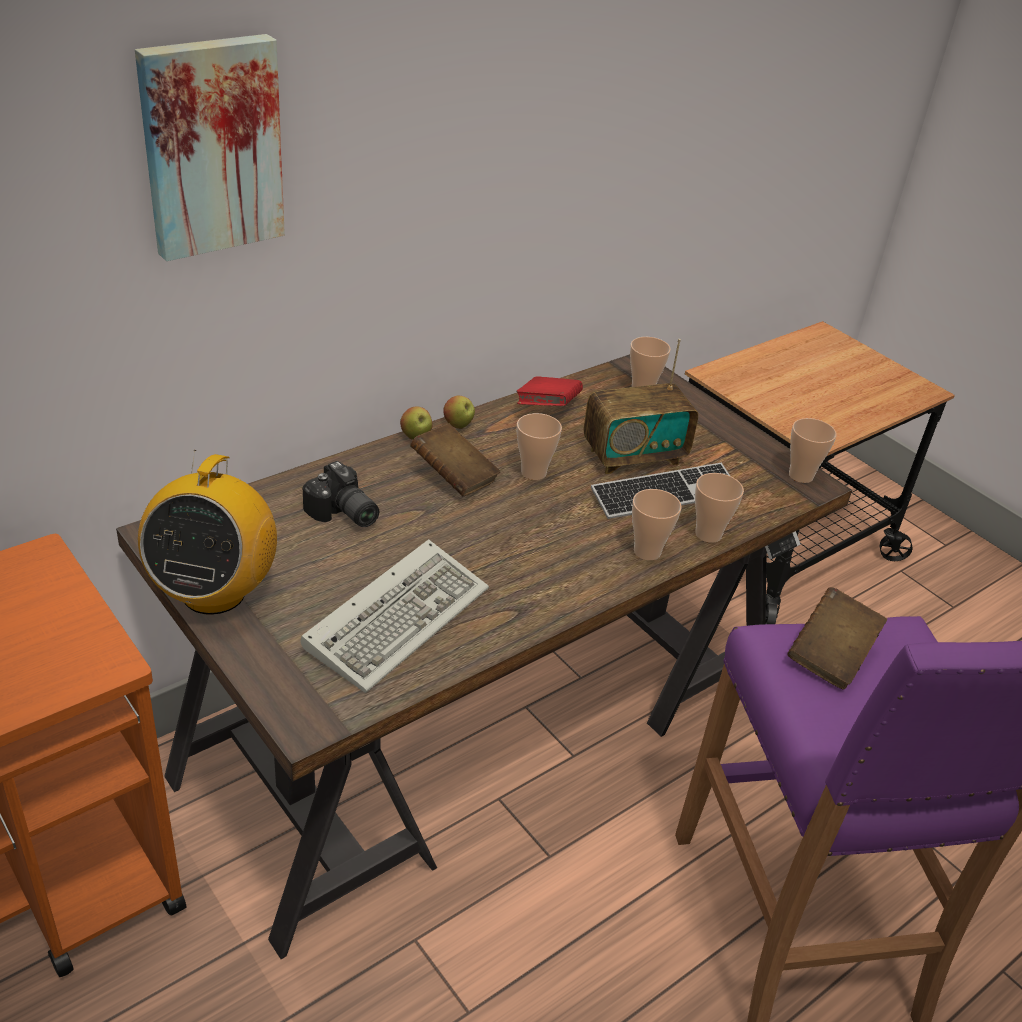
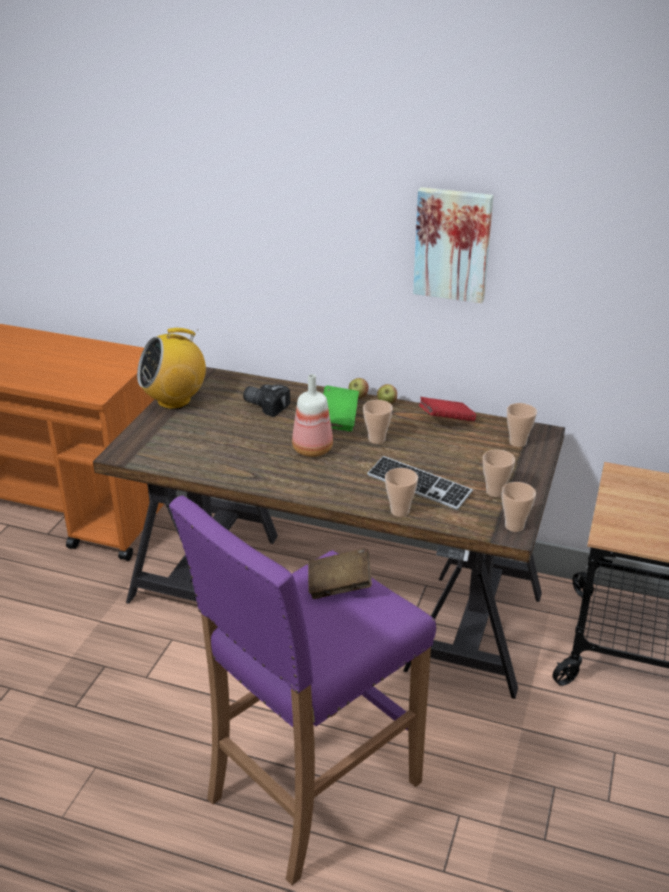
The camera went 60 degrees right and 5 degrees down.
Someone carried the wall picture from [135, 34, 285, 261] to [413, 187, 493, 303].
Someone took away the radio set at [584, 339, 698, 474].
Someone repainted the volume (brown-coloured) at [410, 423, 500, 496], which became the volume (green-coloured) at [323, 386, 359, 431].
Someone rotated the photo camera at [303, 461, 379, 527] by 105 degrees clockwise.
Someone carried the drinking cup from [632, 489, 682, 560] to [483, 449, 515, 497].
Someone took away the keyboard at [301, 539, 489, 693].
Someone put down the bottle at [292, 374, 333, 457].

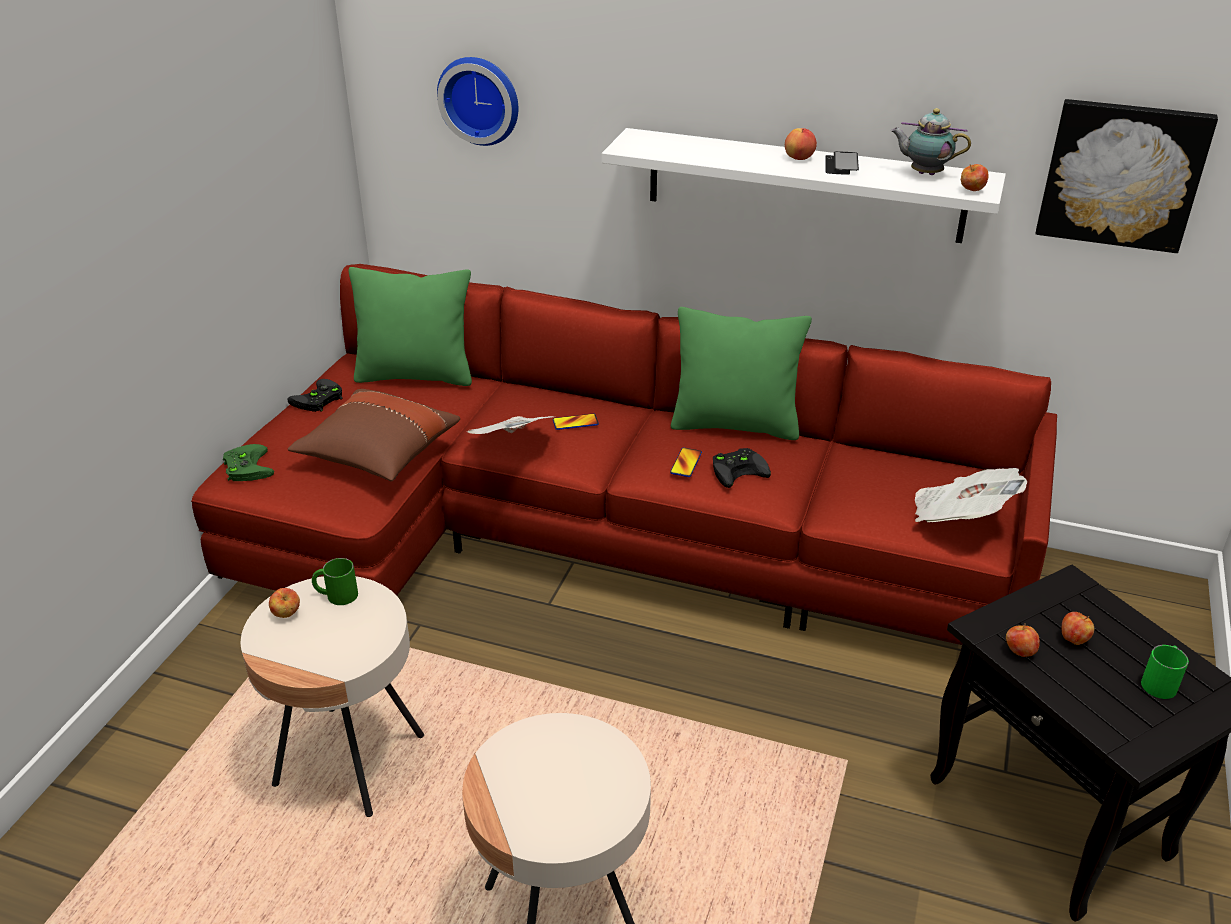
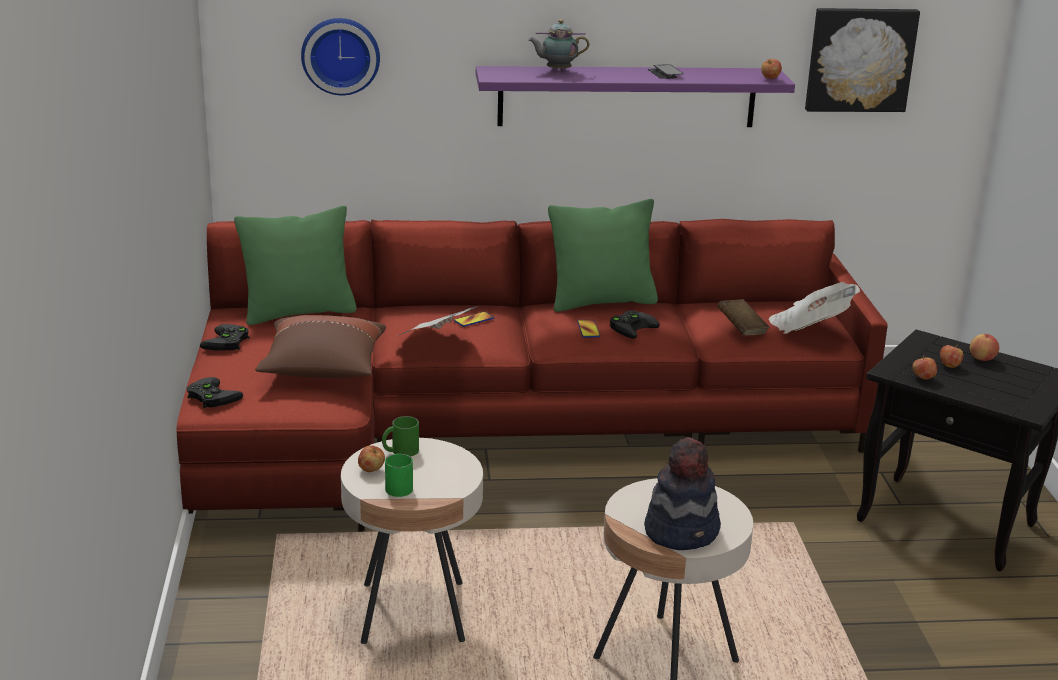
The camera went 25 degrees left and 10 degrees down.
Someone carried the teapot from [891, 108, 971, 175] to [528, 19, 589, 71].
Someone repainted the wall shelf (white) at [602, 128, 1006, 243], which became the wall shelf (purple) at [476, 66, 795, 127].
Someone carried the apple from [785, 128, 817, 160] to [970, 334, 999, 361].
Someone repainted the joypad (green-coloured) at [223, 444, 274, 481], which became the joypad (blackish) at [186, 377, 243, 408].
Someone carried the mug (green-coloured) from [1141, 645, 1189, 699] to [385, 454, 413, 497].
Someone put down the volume (brown-coloured) at [717, 299, 770, 336].
Someone put down the hat at [644, 437, 721, 550].

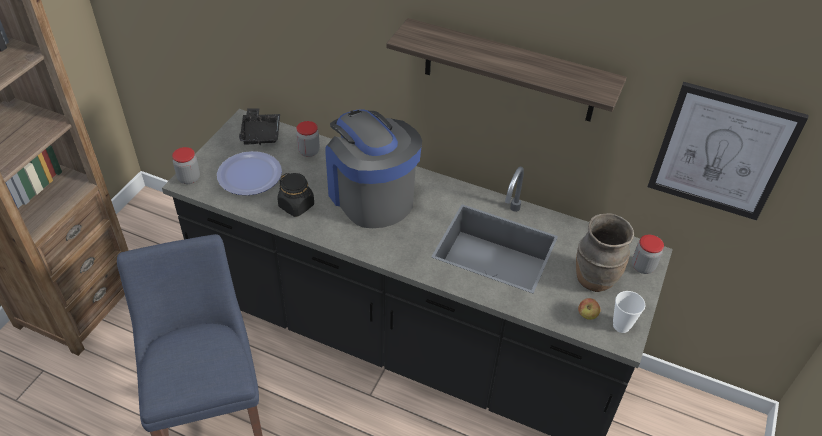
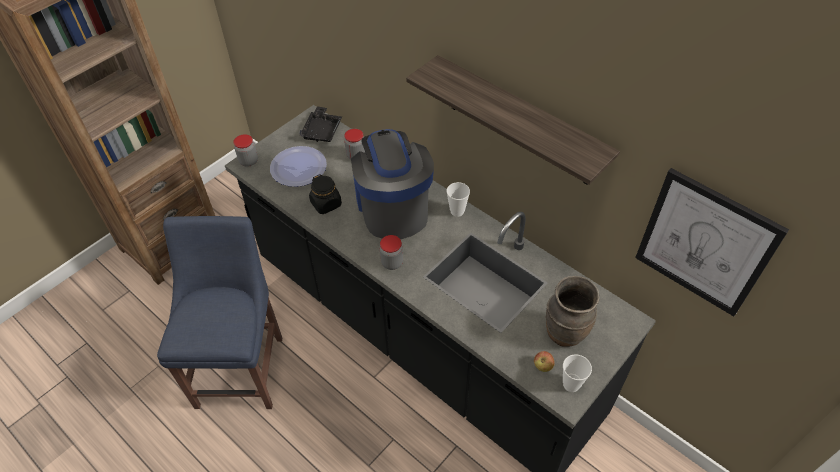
The camera went 20 degrees right and 5 degrees up.
Someone carried the preserve jar from [632, 235, 664, 274] to [380, 235, 403, 270].
Someone put down the drinking cup at [447, 182, 470, 217].

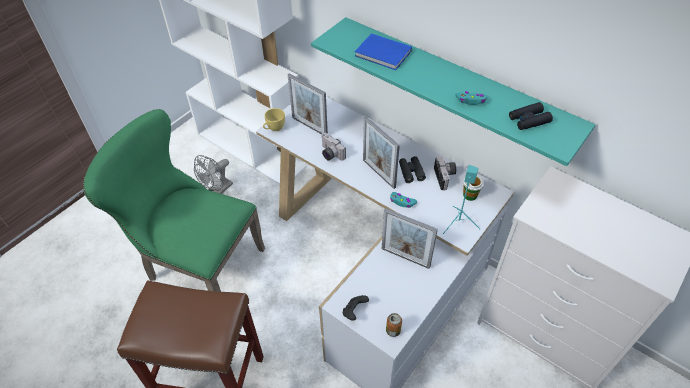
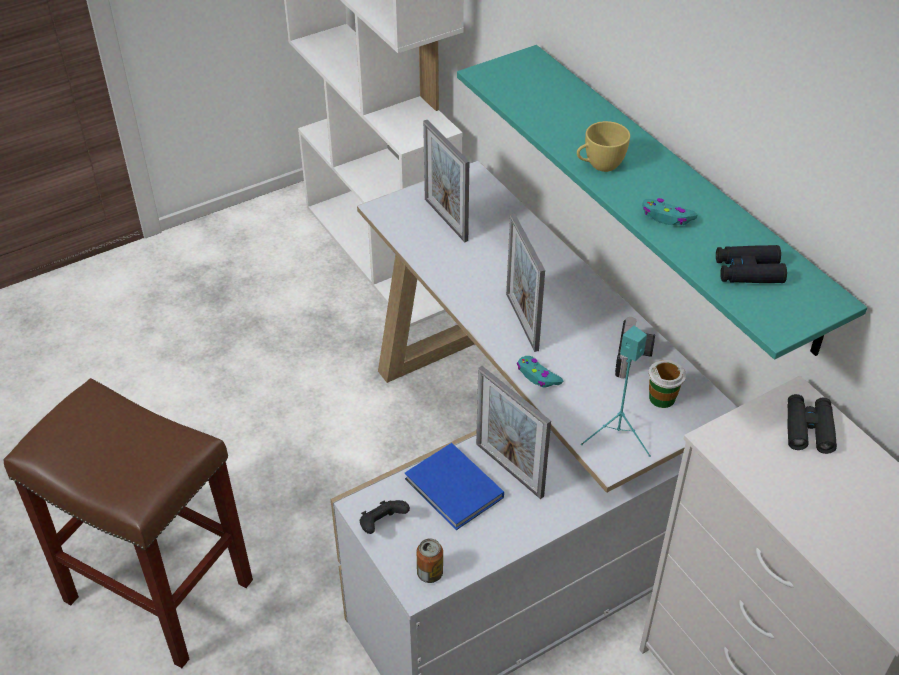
The camera went 20 degrees right and 5 degrees down.
Someone carried the volume (blue) from [355, 34, 412, 70] to [405, 443, 504, 530].
Someone carried the drinking cup (yellowish) from [263, 108, 285, 131] to [577, 121, 630, 172].
Someone took away the plain chair (green-coloured) at [83, 109, 265, 292].
Someone took away the photo camera at [321, 133, 346, 161].
Someone took away the cooling fan (grey) at [194, 155, 233, 194].
Someone carried the pair of binoculars (blackish) from [399, 156, 426, 183] to [787, 394, 837, 454].

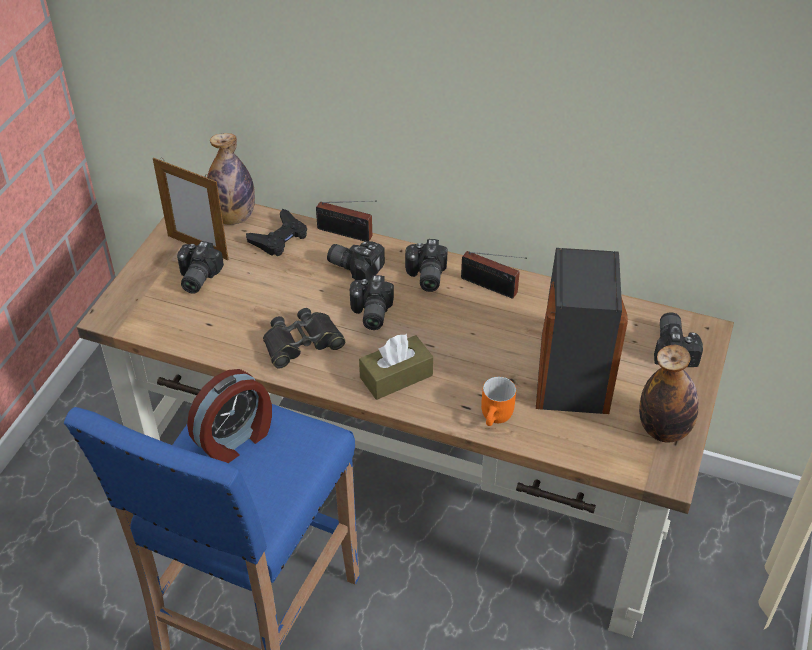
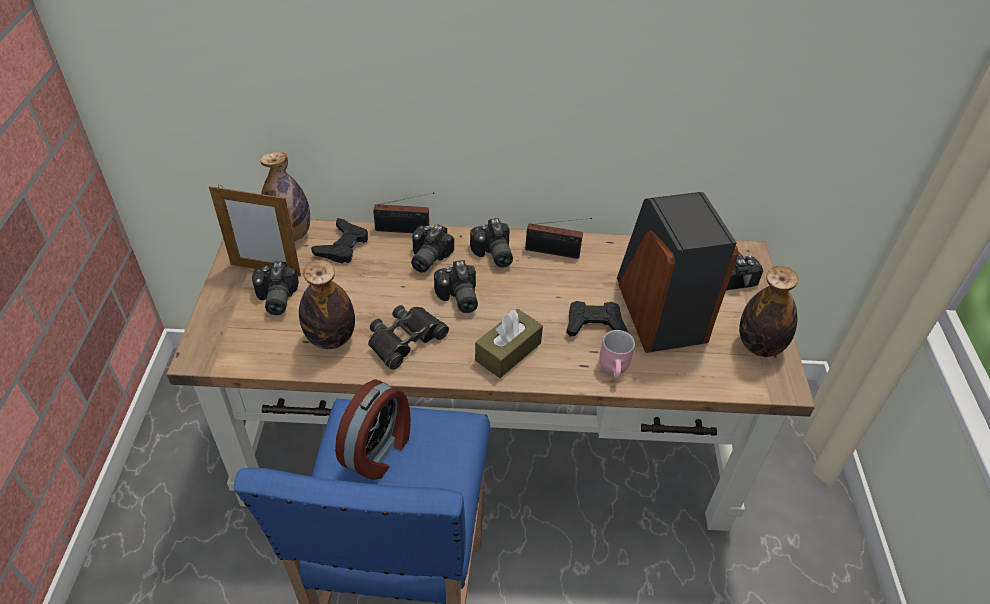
The camera went 20 degrees left and 0 degrees up.
Someone rotated the photo camera at [327, 241, 385, 280] by 75 degrees counterclockwise.
Someone repainted the mug (orange-coloured) at [481, 376, 516, 426], which became the mug (pinkish) at [599, 330, 635, 379].
Someone put down the bottle at [299, 260, 355, 349].
Someone put down the joypad (blackish) at [566, 301, 628, 337].

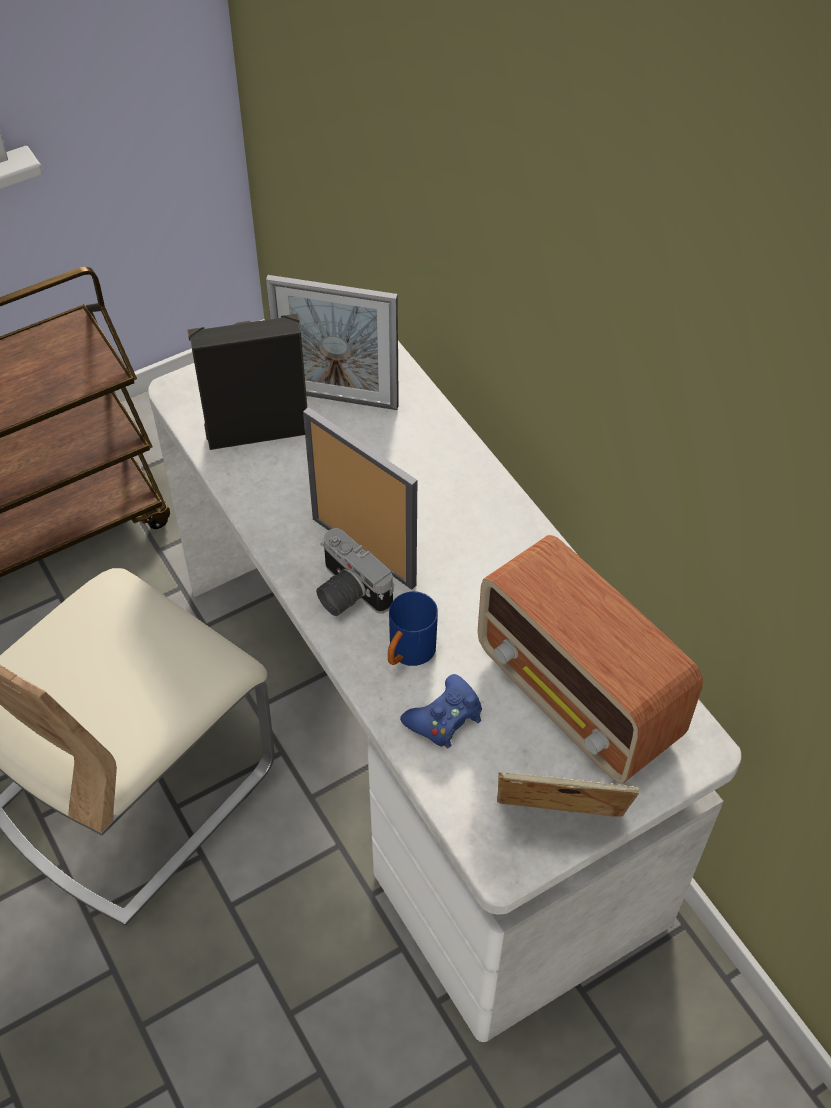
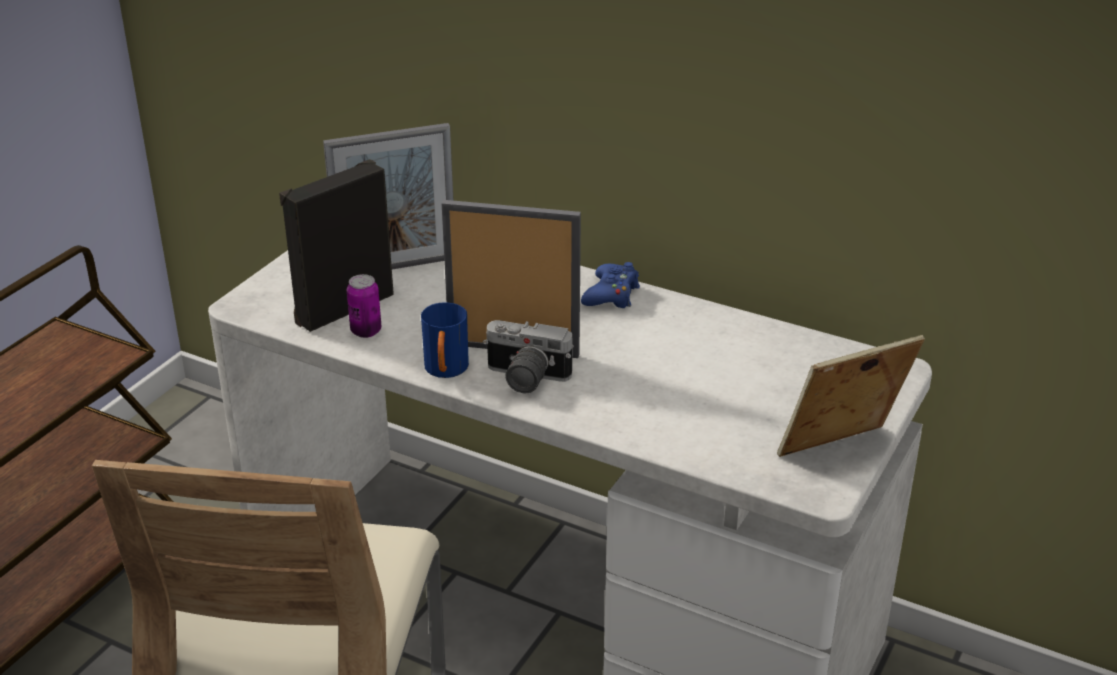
The camera went 30 degrees left and 20 degrees down.
Someone took away the radio set at [478, 535, 703, 784].
Someone carried the mug (blue) from [388, 591, 438, 666] to [421, 302, 469, 378].
Someone carried the joypad (blue) from [400, 674, 482, 748] to [581, 262, 640, 308].
Someone put down the sealed can at [347, 274, 381, 338].

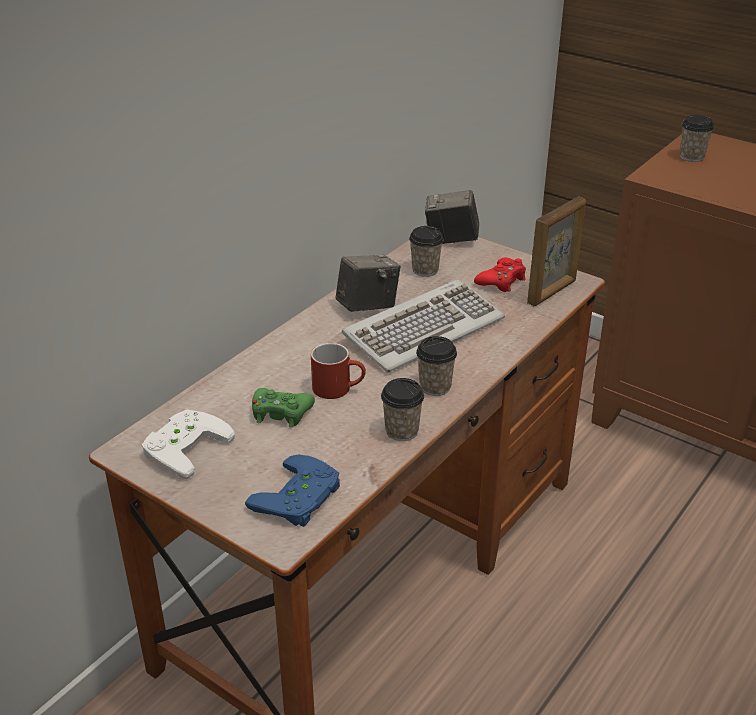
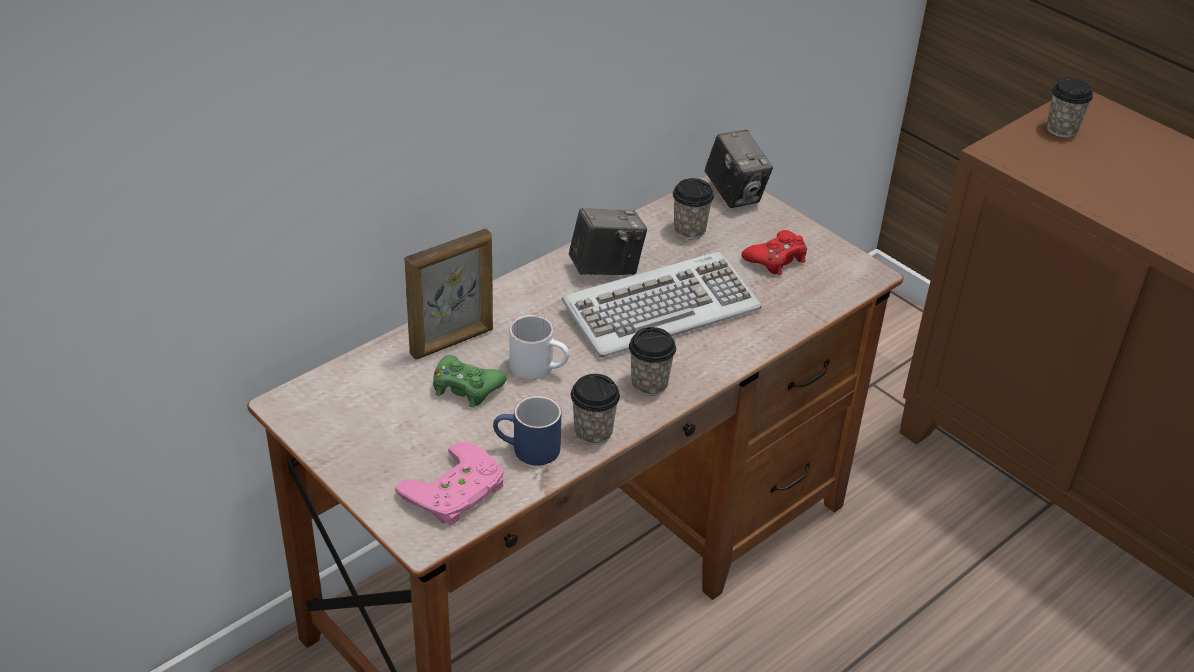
The camera went 10 degrees right and 5 degrees up.
Someone rotated the photo camera at [425, 190, 479, 244] by 135 degrees counterclockwise.
Someone carried the picture frame from [527, 196, 586, 306] to [404, 229, 493, 360].
Someone repainted the mug (red) at [311, 343, 366, 399], which became the mug (white) at [509, 315, 569, 380].
Someone took away the joypad (white) at [142, 409, 235, 479].
Someone repainted the joypad (blue) at [245, 455, 340, 527], which became the joypad (pinkish) at [395, 442, 504, 526].
Someone put down the mug (blue) at [493, 396, 561, 465].

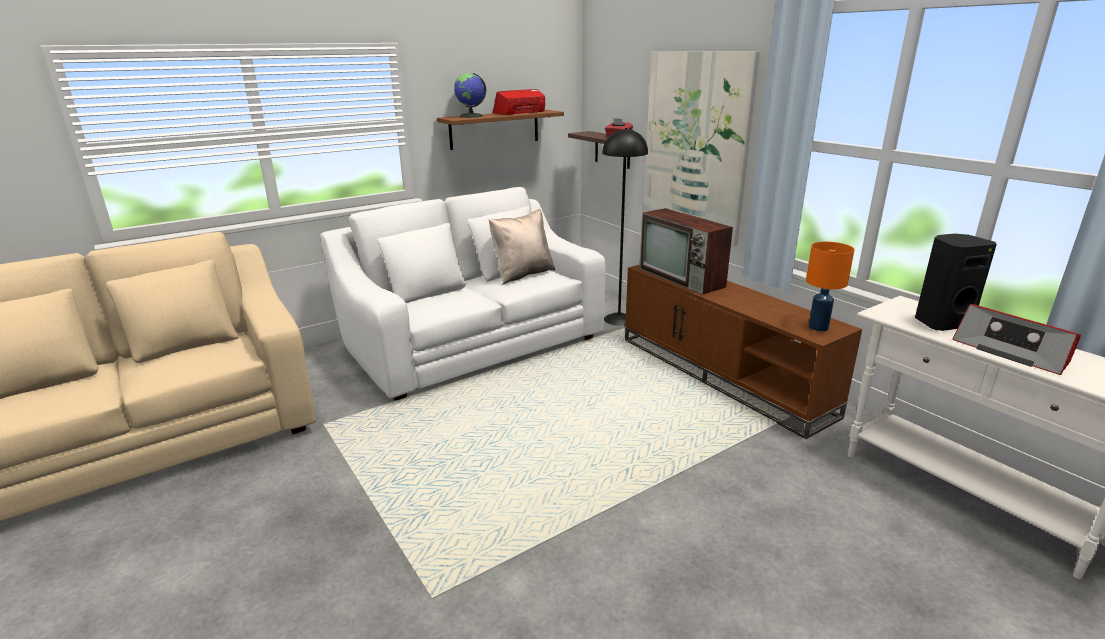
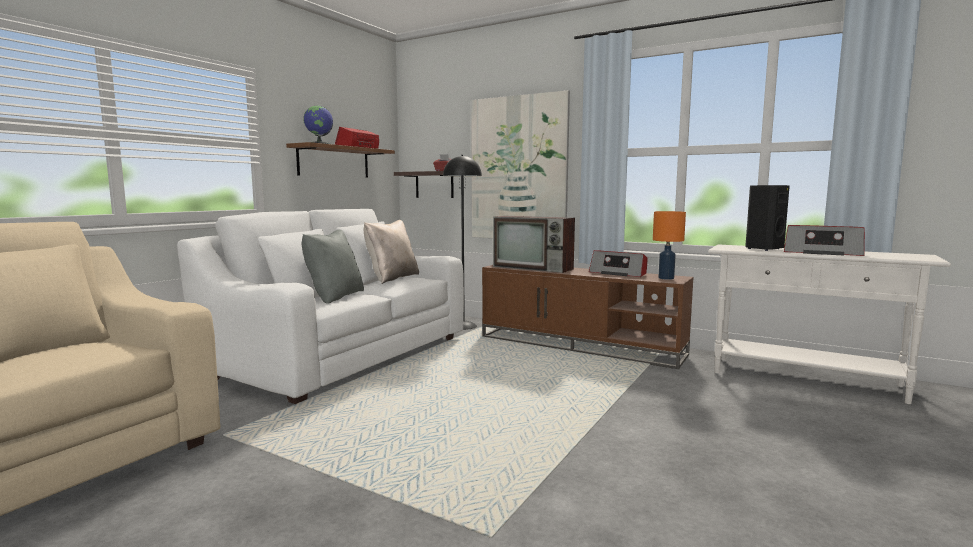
The camera went 25 degrees left and 15 degrees down.
Someone put down the pillow (grey) at [302, 230, 364, 304].
Someone put down the radio set at [589, 250, 648, 277].

